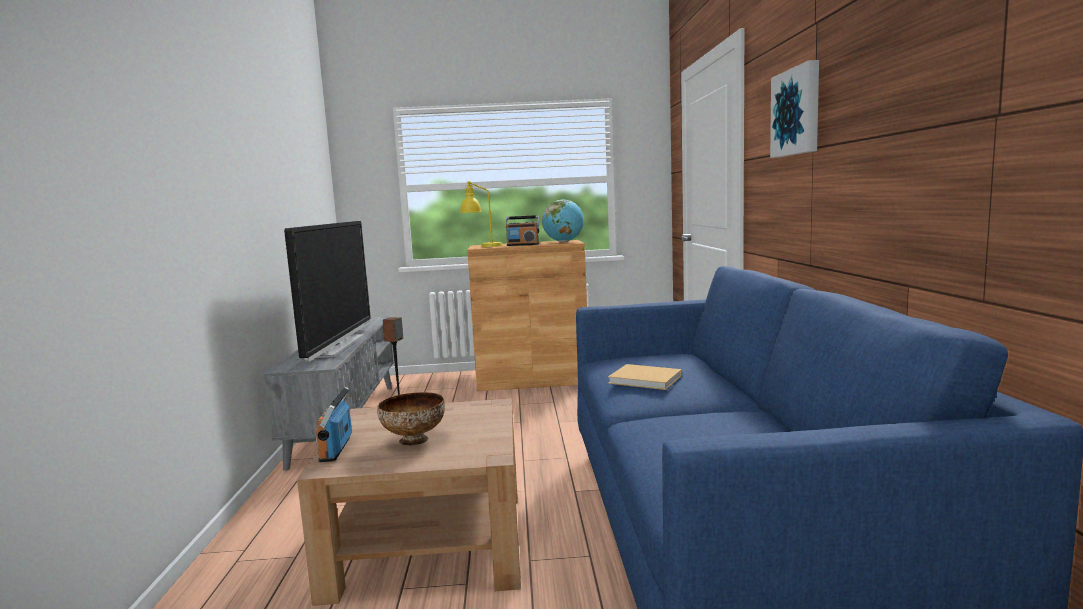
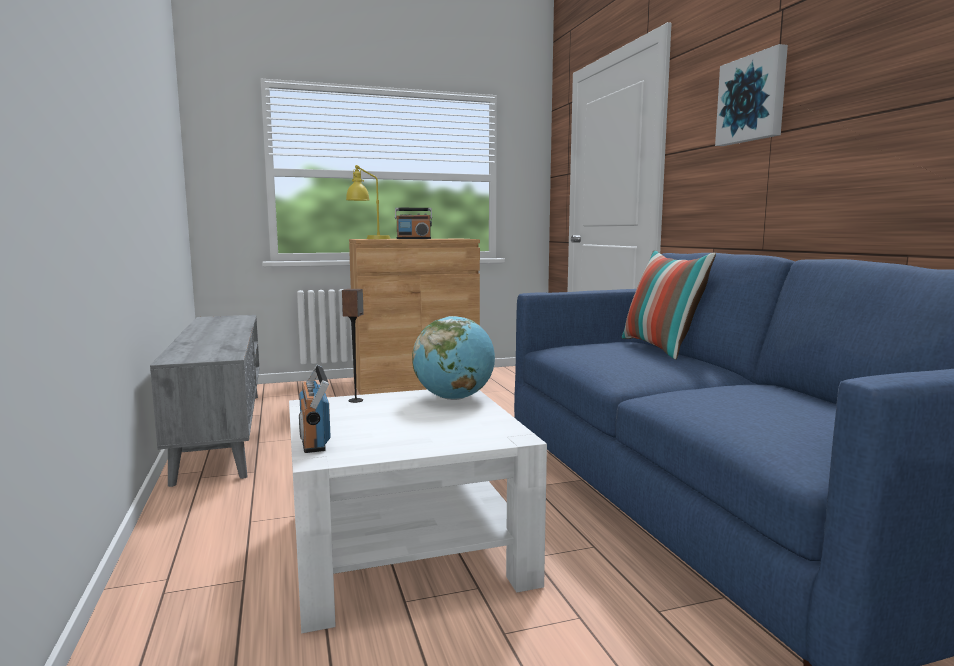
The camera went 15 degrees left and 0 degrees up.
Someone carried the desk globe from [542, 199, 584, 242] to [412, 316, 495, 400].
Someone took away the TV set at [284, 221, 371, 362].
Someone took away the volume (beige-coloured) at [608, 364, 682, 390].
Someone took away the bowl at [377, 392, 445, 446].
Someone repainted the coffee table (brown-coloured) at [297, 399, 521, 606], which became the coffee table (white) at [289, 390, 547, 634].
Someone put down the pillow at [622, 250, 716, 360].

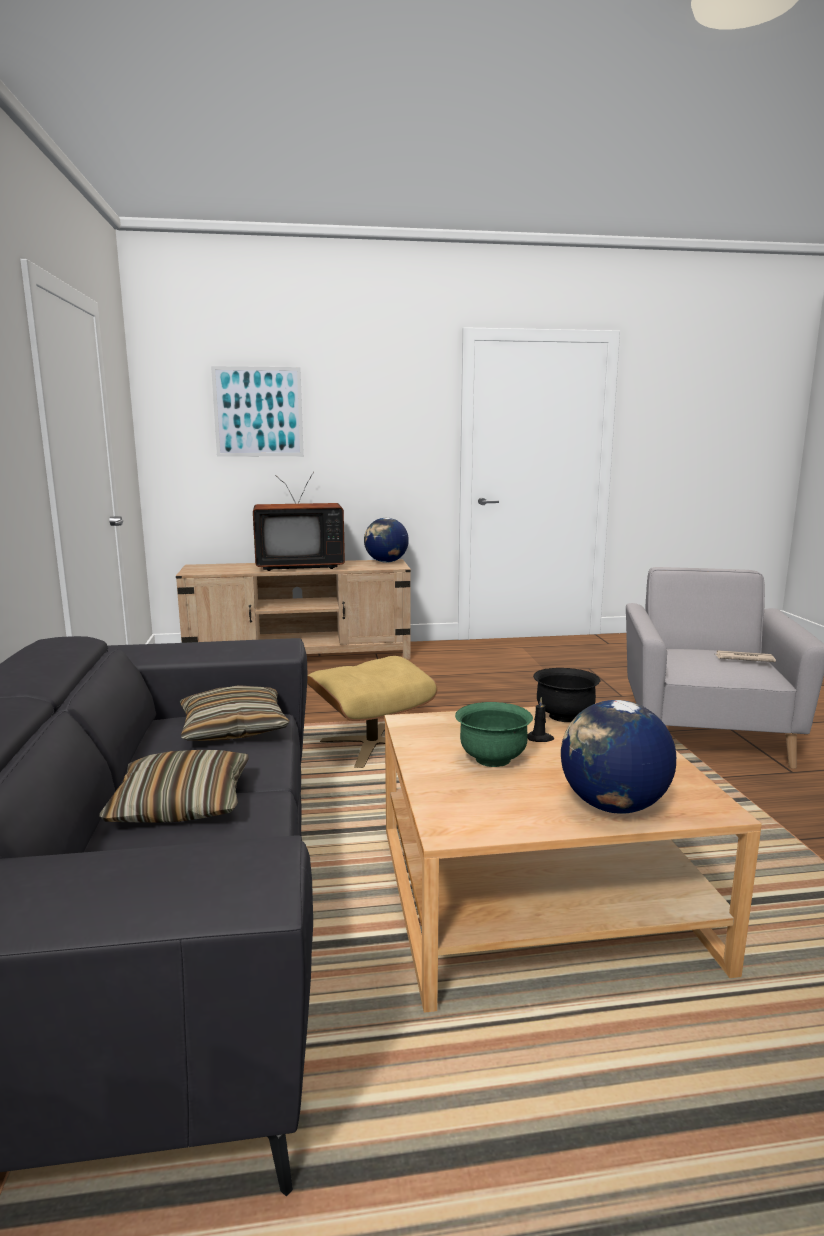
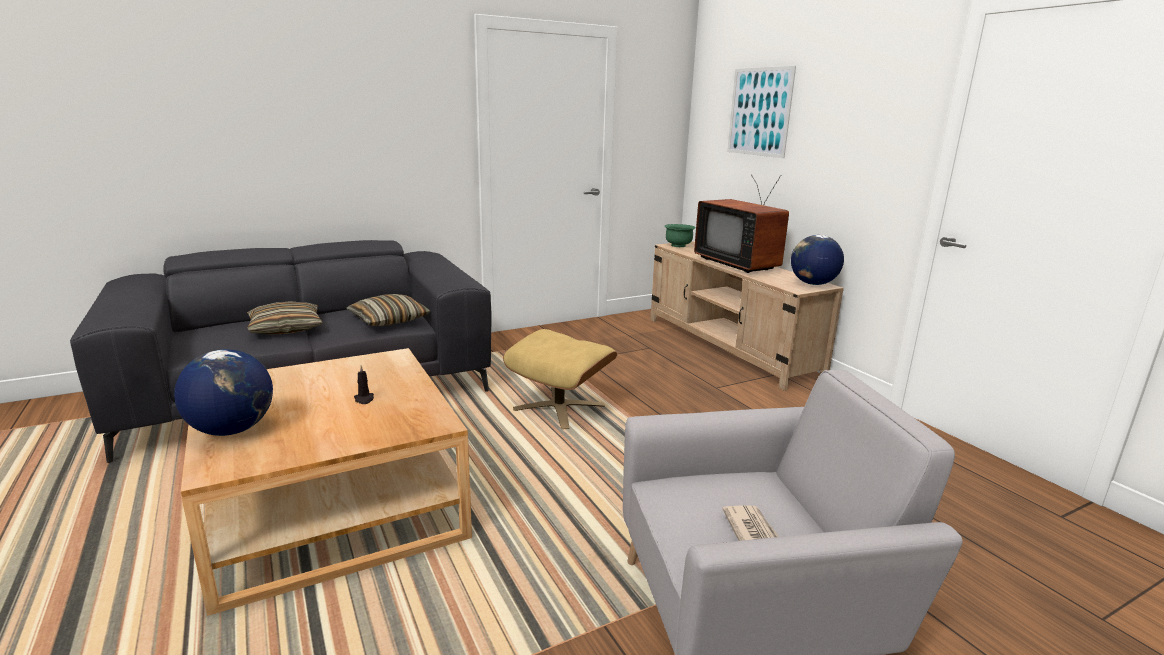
The camera went 70 degrees right and 5 degrees up.
Someone took away the bowl (blackish) at [533, 668, 601, 722].
Someone carried the bowl (green-coloured) from [455, 702, 533, 767] to [665, 224, 696, 247].

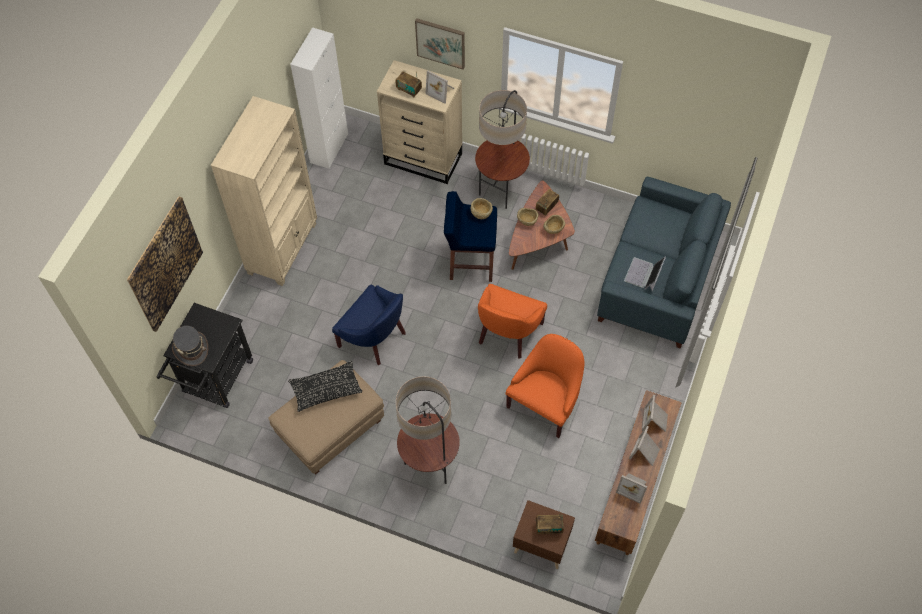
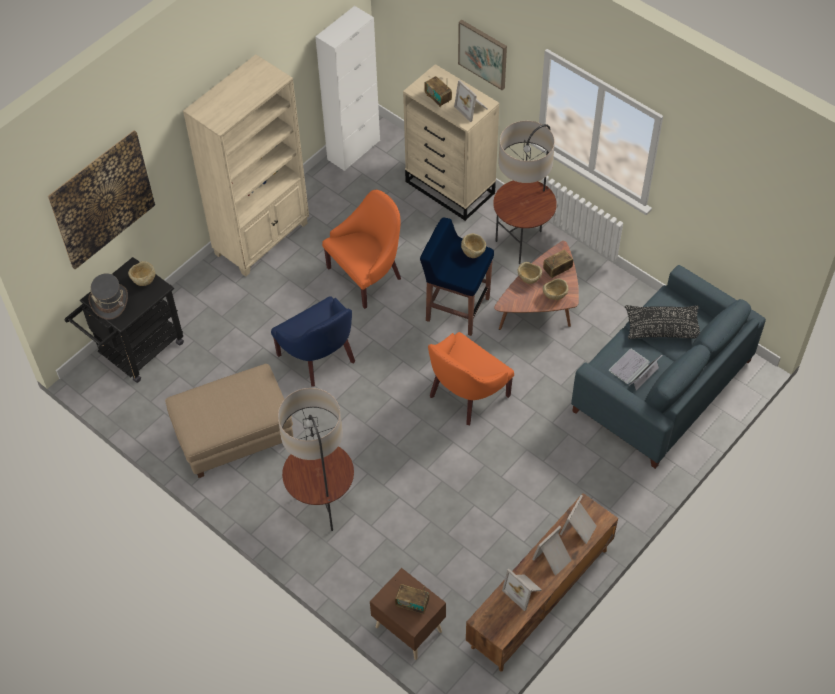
The camera went 20 degrees right and 5 degrees down.
Someone carried the lounge chair (orange-coloured) from [505, 334, 584, 438] to [322, 190, 401, 309].
Someone carried the pillow (blackish) from [288, 361, 362, 412] to [625, 305, 700, 339].
Someone put down the bowl (beige-coloured) at [128, 261, 155, 286].

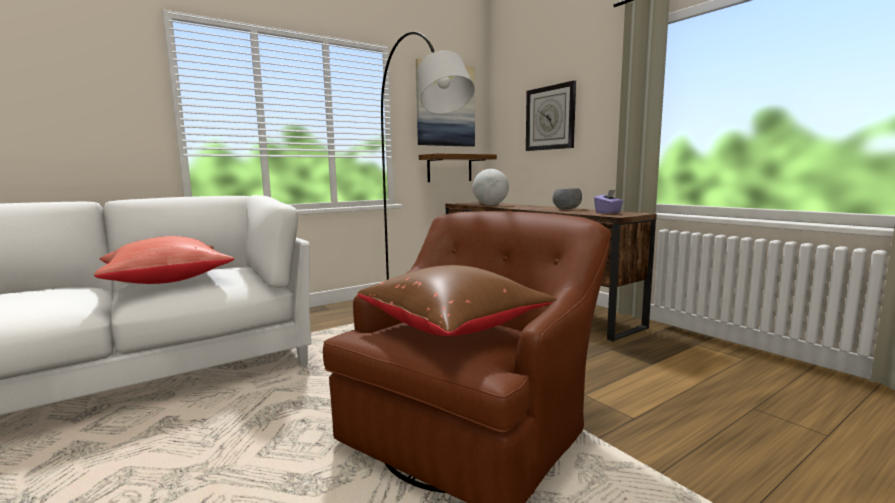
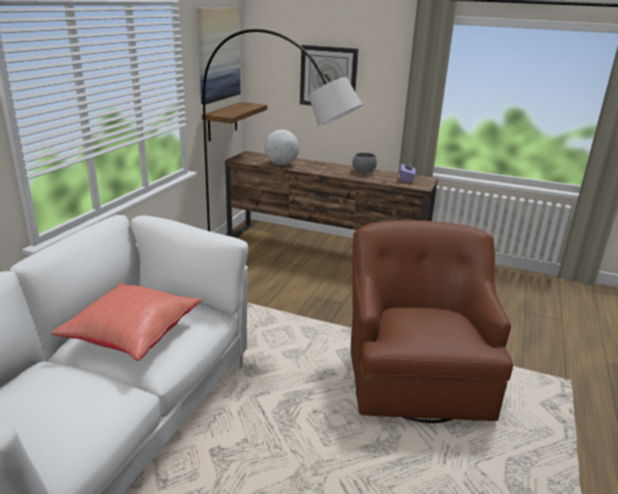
The camera went 35 degrees left and 15 degrees up.
Someone took away the pillow (brown-coloured) at [357, 265, 557, 336].

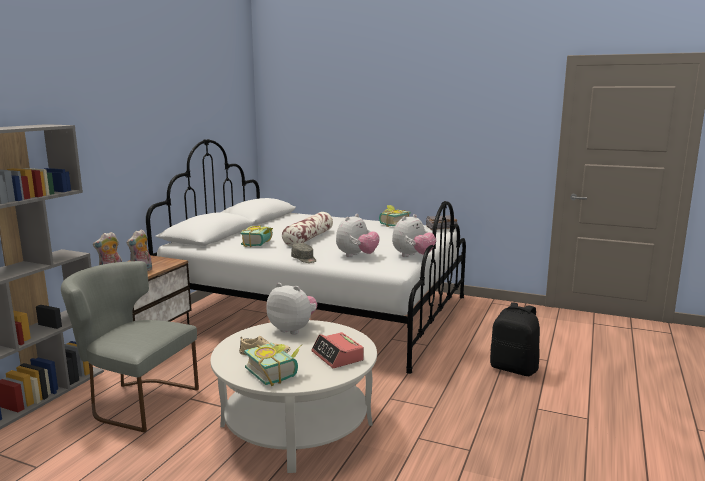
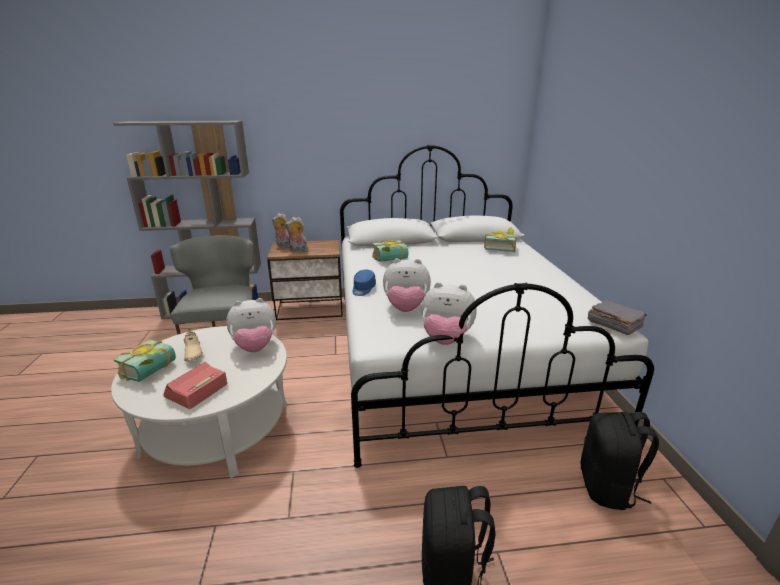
The camera went 60 degrees right and 10 degrees up.
Someone carried the volume from [379, 205, 411, 227] to [484, 227, 516, 252].
Someone took away the pillow at [282, 212, 333, 247].
Someone repainted the peaked cap (grey) at [291, 243, 316, 263], which became the peaked cap (blue) at [353, 270, 376, 296].
Someone rotated the soft toy at [267, 283, 317, 335] by 75 degrees clockwise.
Someone put down the knapsack (blackish) at [581, 412, 659, 510].

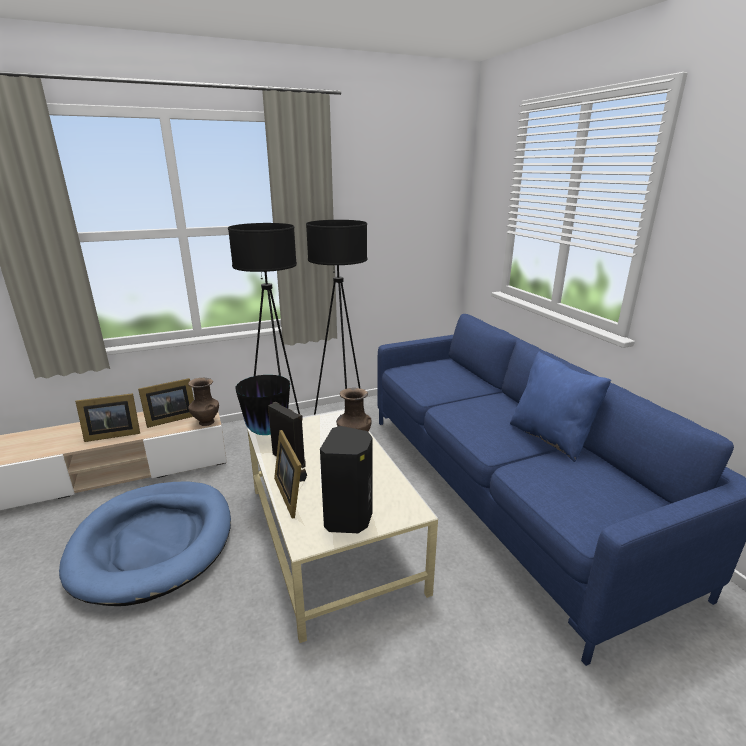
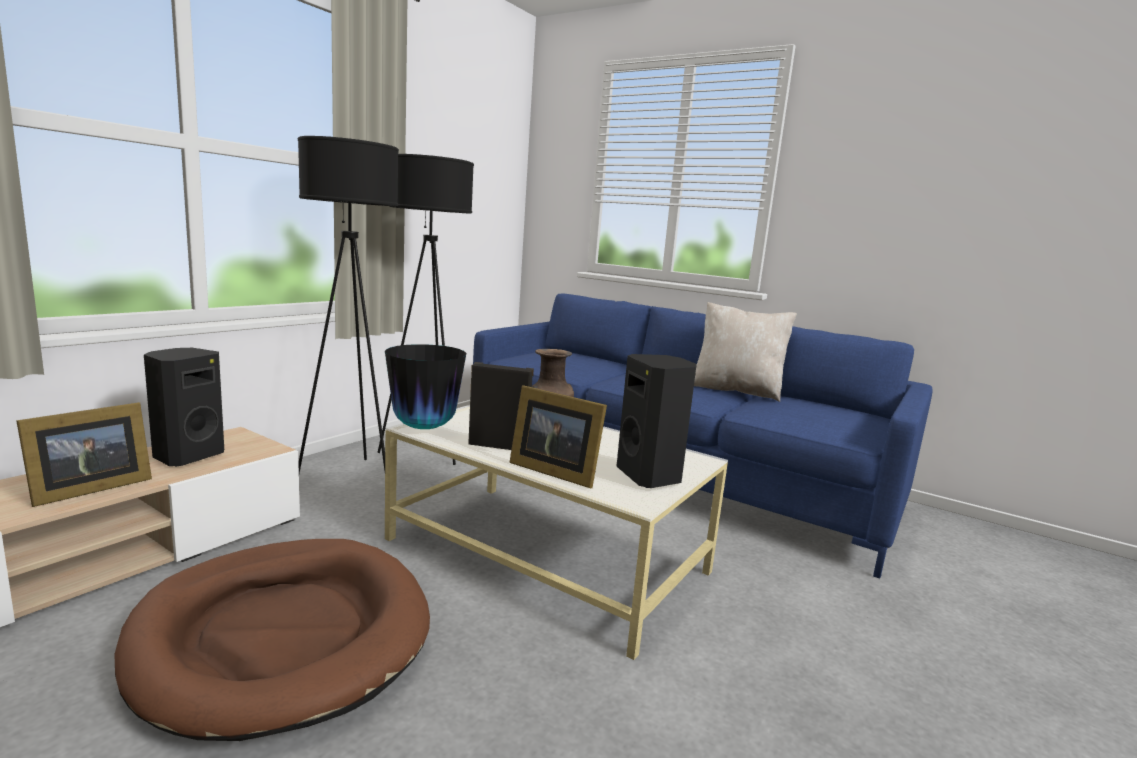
The camera went 35 degrees left and 10 degrees down.
Someone repainted the pillow (blue) at [510, 352, 611, 462], which became the pillow (beige-coloured) at [694, 302, 797, 402].
Someone swapped the picture frame at [138, 378, 194, 428] for the speaker (blackish) at [144, 348, 224, 466].
Someone took away the decorative vase (brown-coloured) at [188, 378, 219, 426].
Someone repainted the dog bed (blue) at [59, 481, 231, 606], which became the dog bed (brown-coloured) at [115, 539, 430, 741].

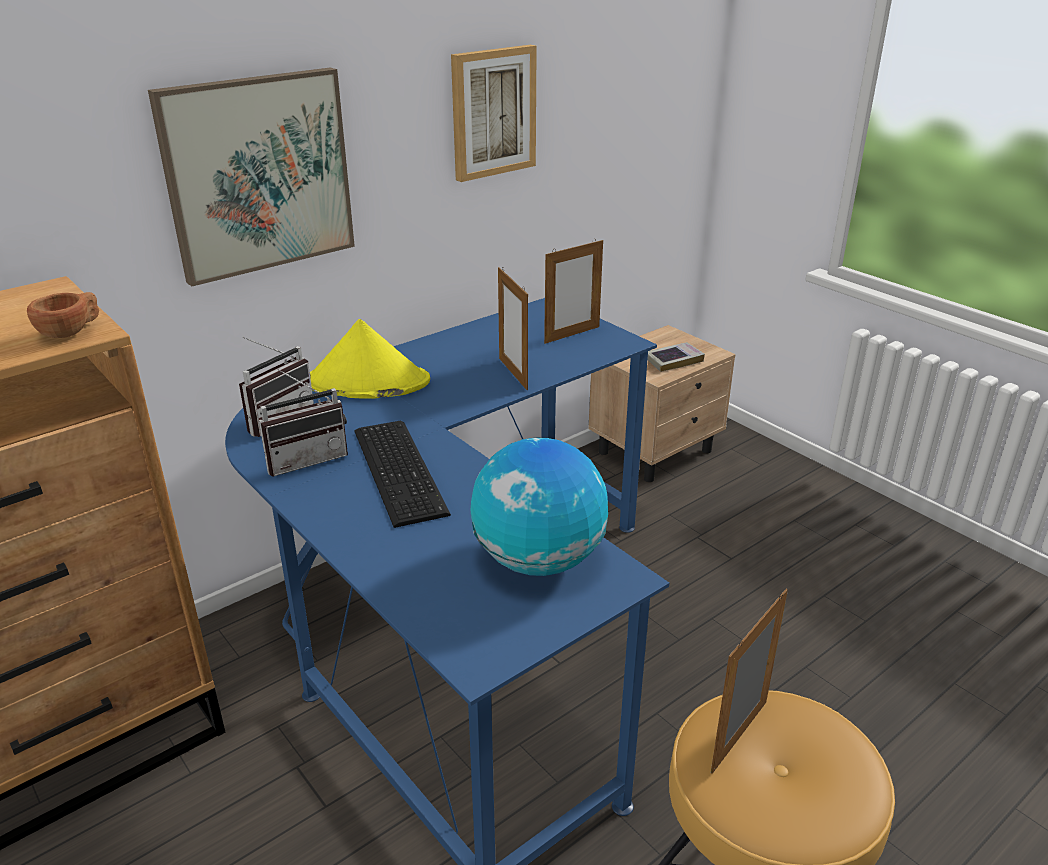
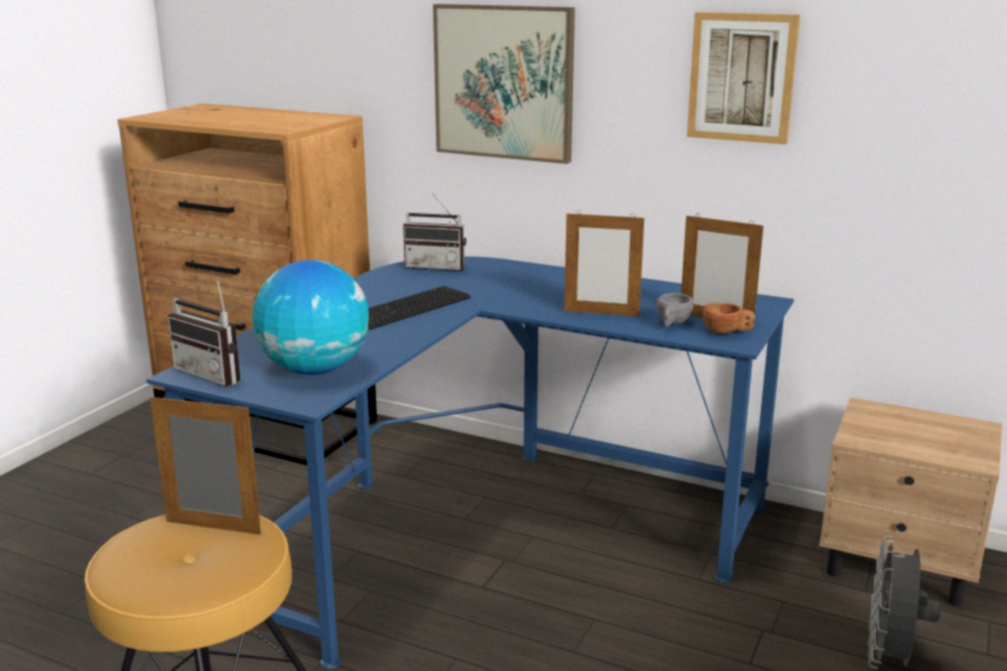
The camera went 65 degrees right and 10 degrees down.
Someone rotated the picture frame at [498, 267, 528, 390] by 120 degrees counterclockwise.
Someone carried the drinking cup (brown-coloured) from [27, 292, 99, 338] to [702, 302, 755, 334].
Someone took away the hat (yellowish) at [310, 319, 430, 399].
Someone took away the volume at [647, 342, 705, 372].
Someone carried the radio set from [259, 369, 348, 477] to [168, 277, 241, 386].
Someone put down the drinking cup (grey) at [656, 293, 694, 327].
Someone put down the cooling fan (grey) at [868, 536, 941, 669].

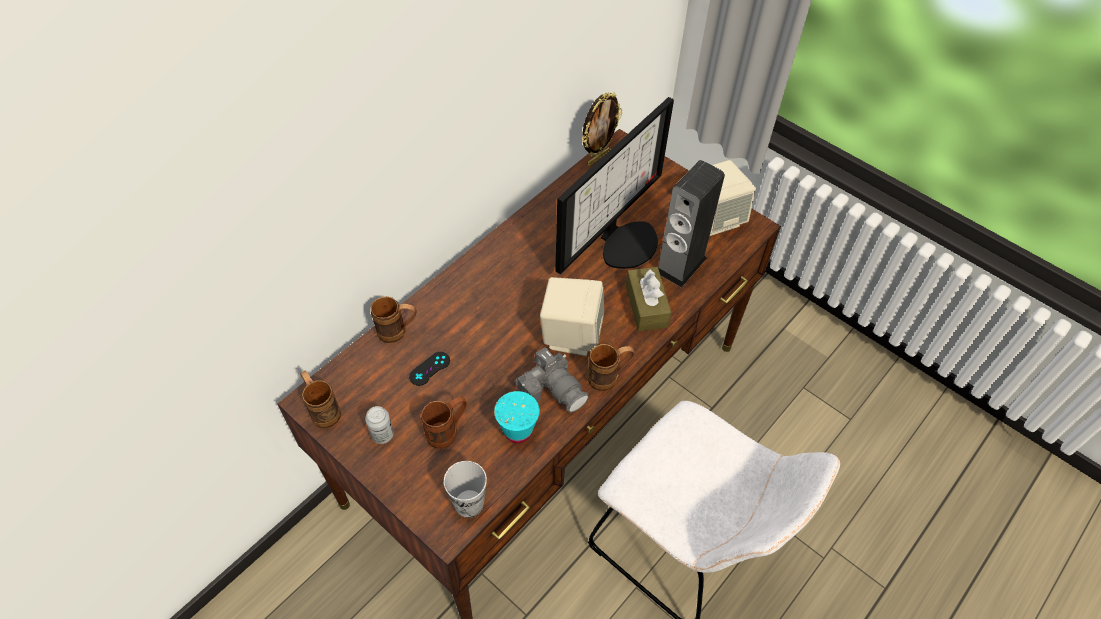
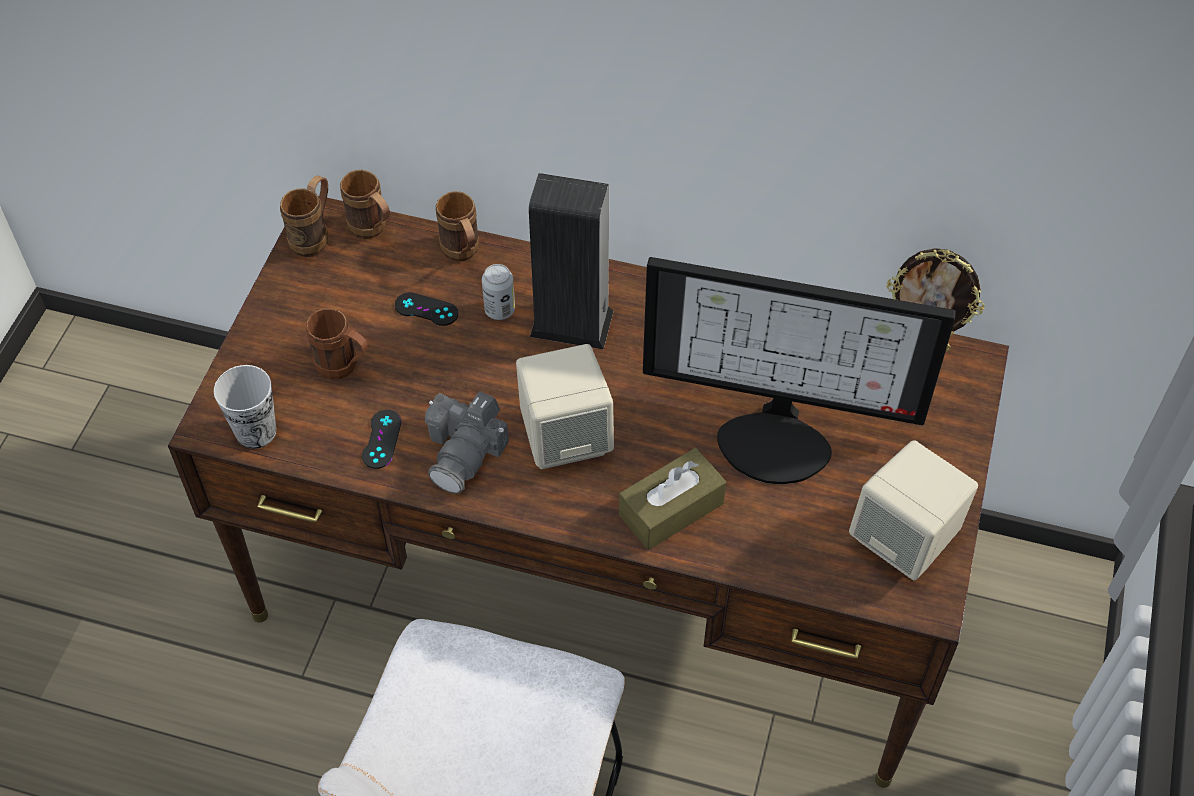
The camera went 65 degrees right and 0 degrees up.
Someone carried the speaker from [658, 160, 725, 288] to [529, 173, 614, 349].
Someone carried the mug (brown-coloured) from [588, 344, 635, 391] to [340, 170, 390, 239].
Someone swapped the drinking cup (turquoise-coloured) at [494, 391, 540, 443] for the joypad (blackish) at [362, 410, 401, 469].
Someone carried the sealed can from [365, 406, 394, 444] to [482, 264, 515, 320].

